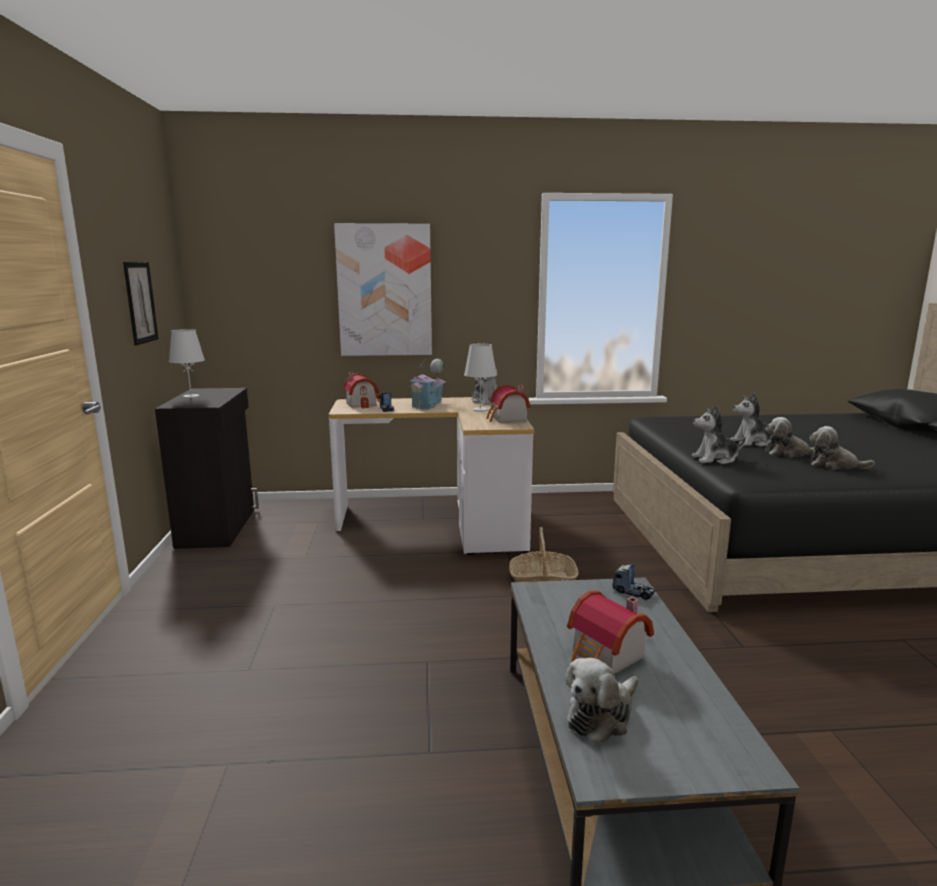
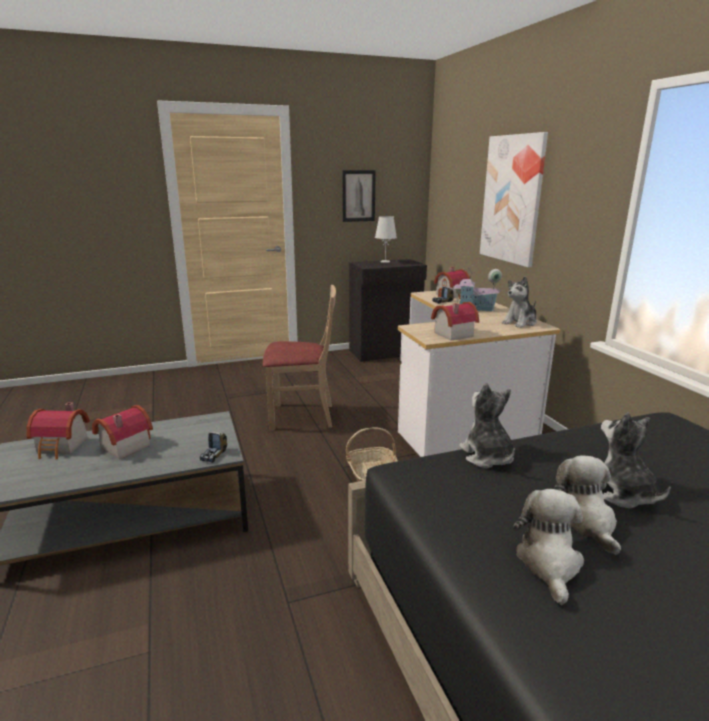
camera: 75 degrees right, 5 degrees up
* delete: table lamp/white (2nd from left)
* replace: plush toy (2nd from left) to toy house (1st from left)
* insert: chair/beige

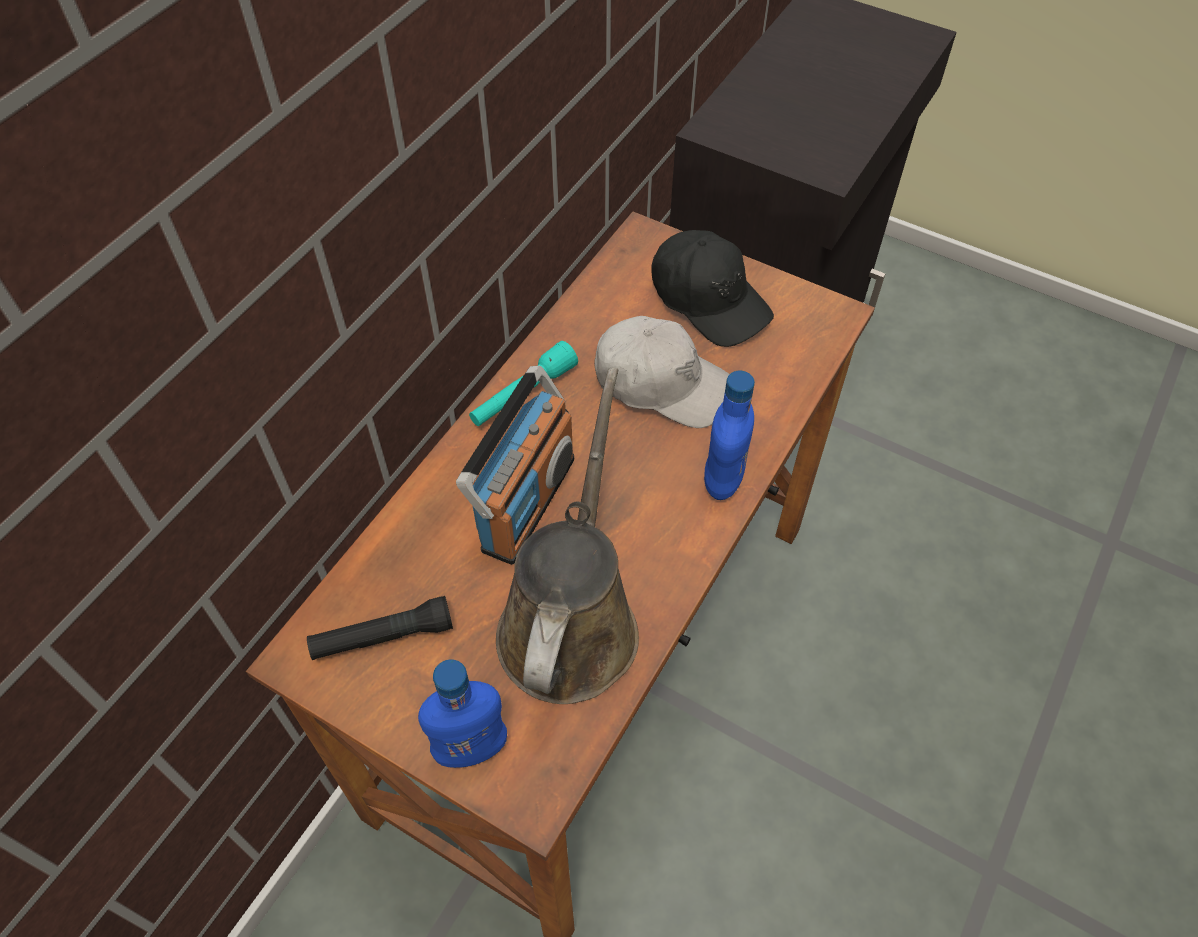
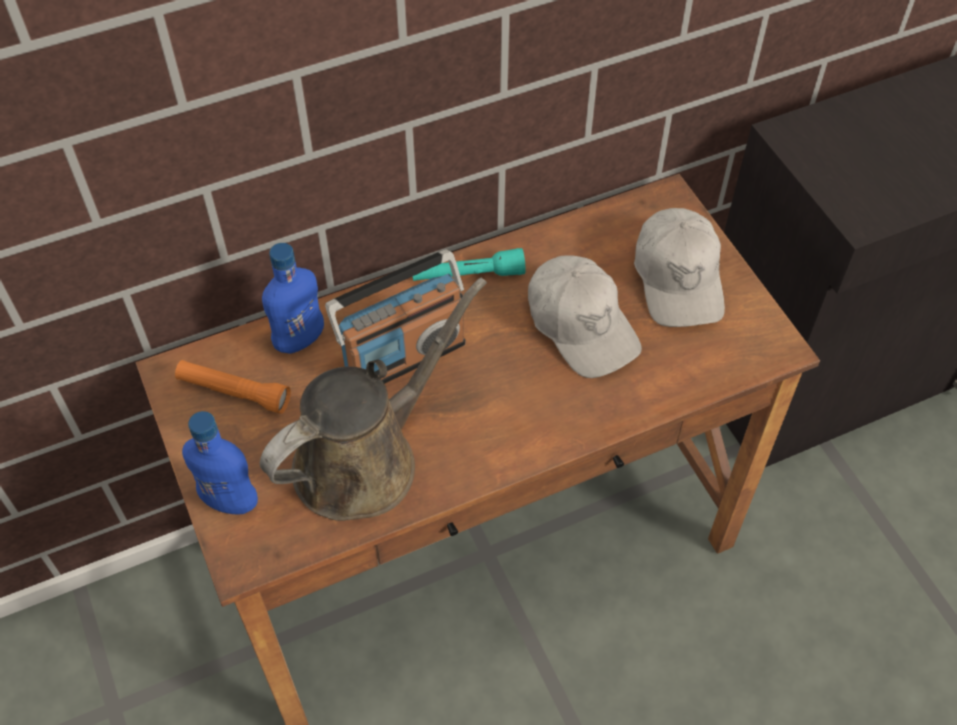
camera: 35 degrees right, 0 degrees up
* recolor: cap/black to cap/white (2nd from left)
* move: bottle/blue (2nd from left)
* recolor: flashlight/black to flashlight/orange

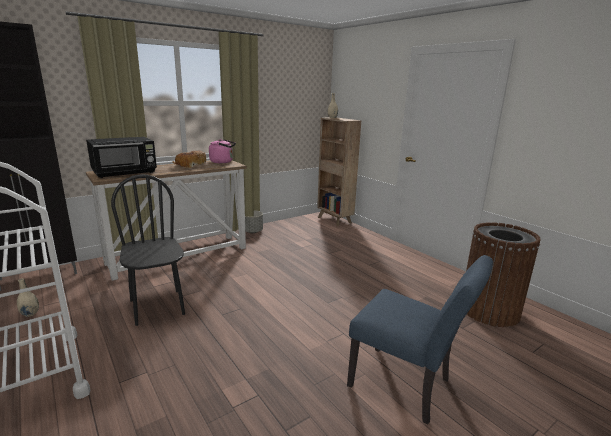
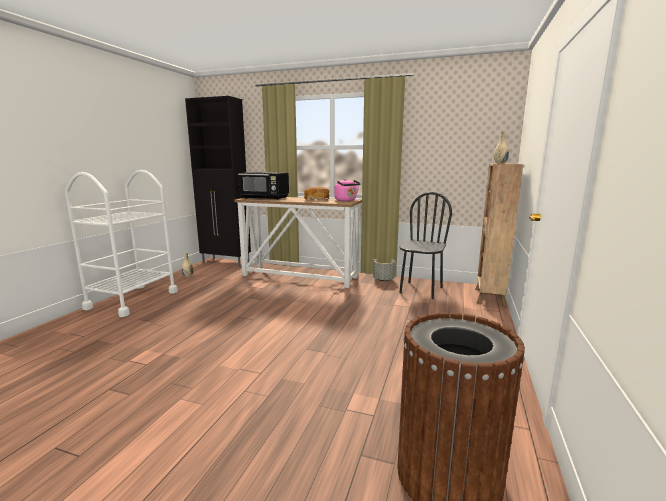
camera: 55 degrees right, 5 degrees down
* move: chair/black
* delete: chair/blue

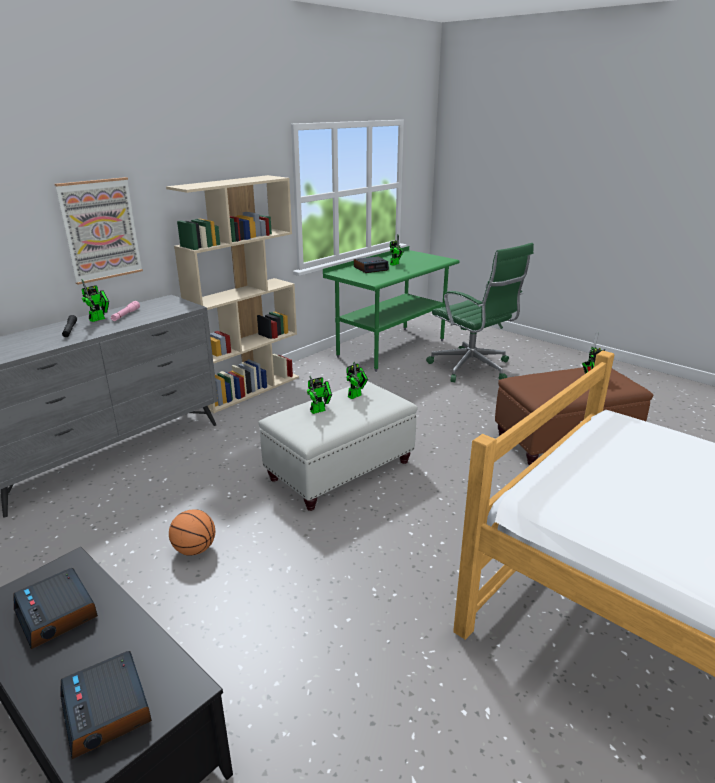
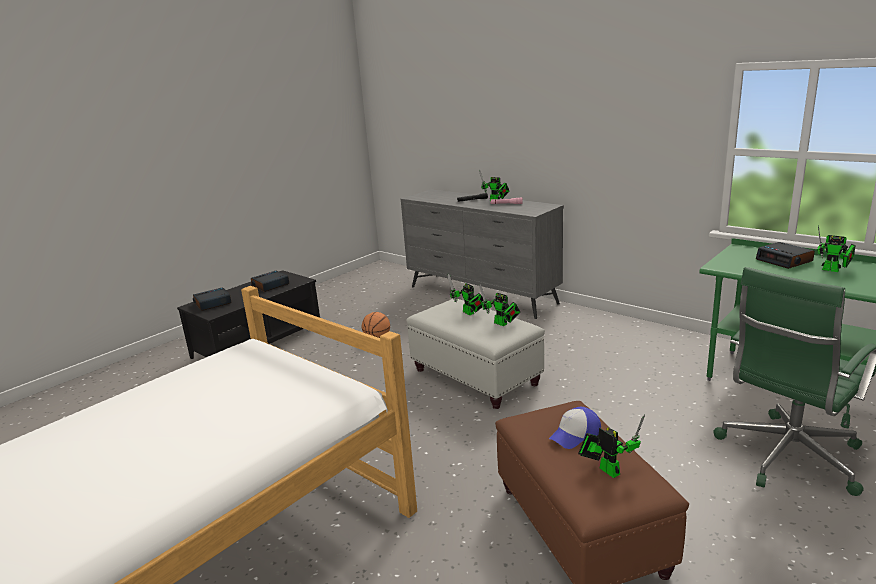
camera: 90 degrees right, 5 degrees down
* delete: bookcase/beige
* delete: picture
* insert: cap

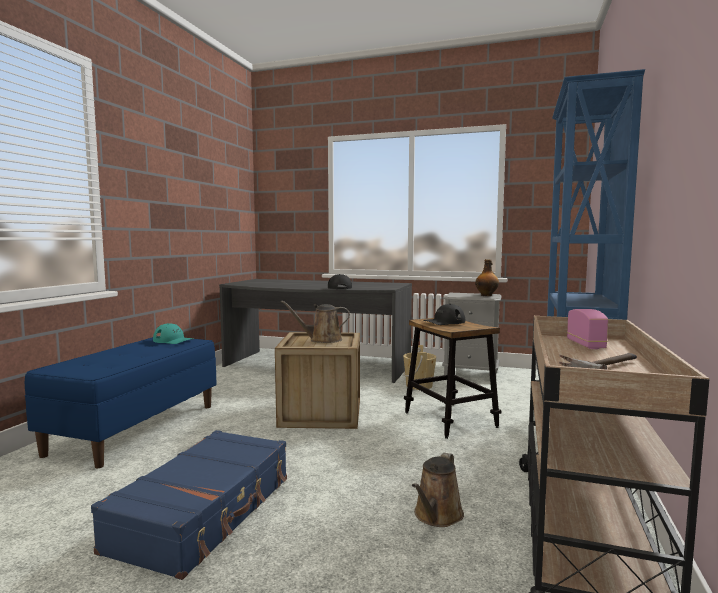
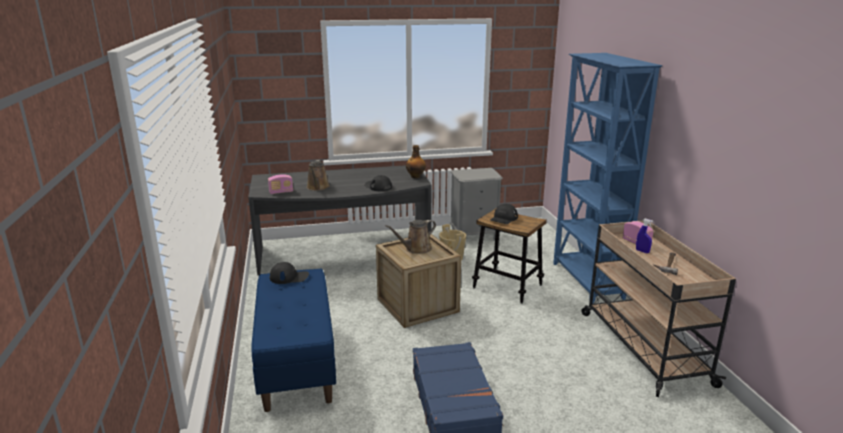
camera: 30 degrees left, 15 degrees up
* move: bottle
* recolor: cap/turquoise to cap/black (1st from left)
* move: watering can/brown (2nd from left in the first image) to watering can/brown (1st from left)
* insert: radio (1st from left)
* insert: spray bottle/blue

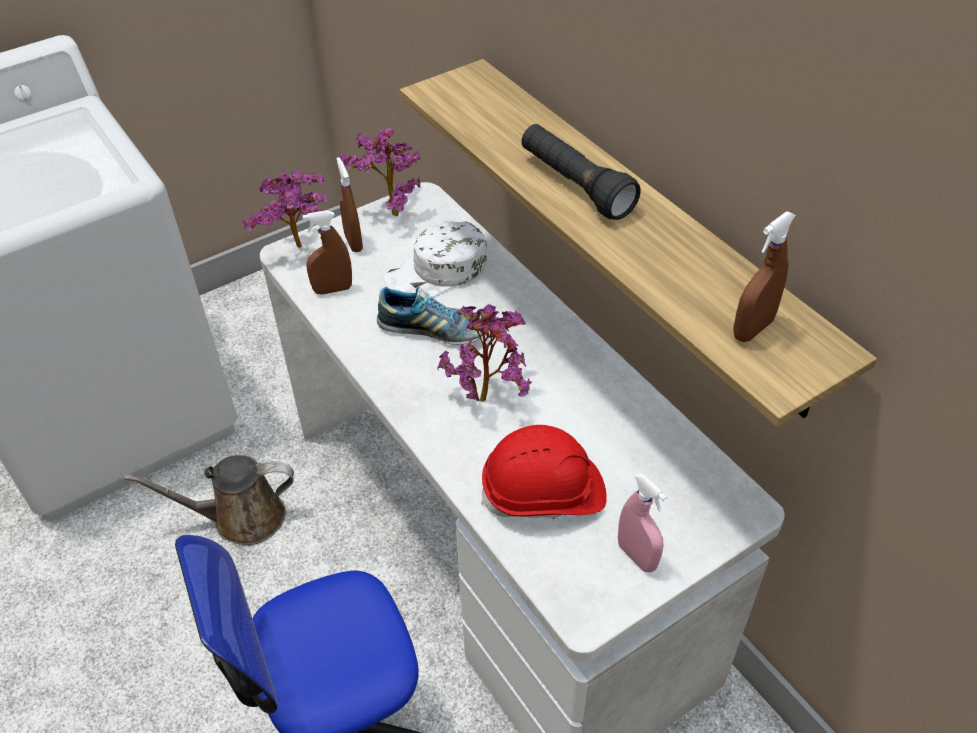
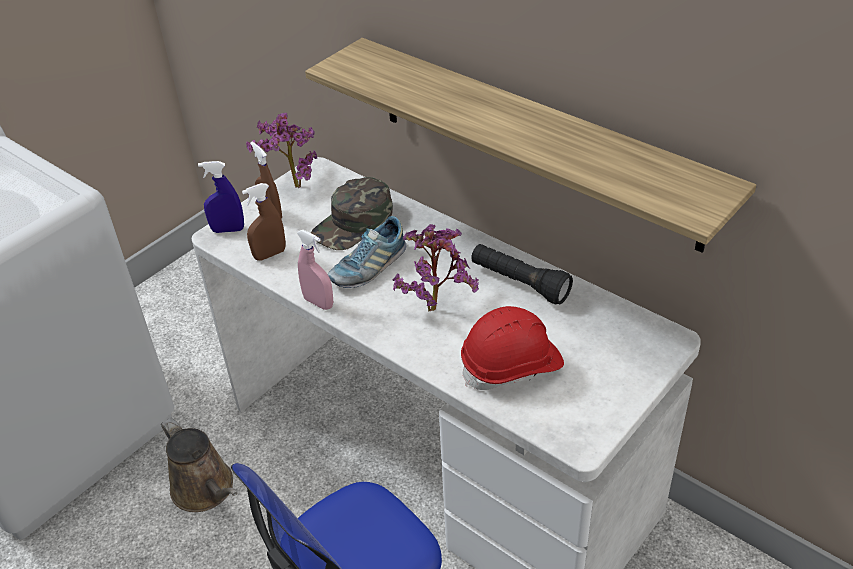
camera: 15 degrees left, 5 degrees down
* move: flashlight/black
* replace: potted plant (1st from left) to spray bottle/blue
* delete: spray bottle/brown (3rd from left)
* recolor: cap/white to cap/green
* rotate: shoe 135 degrees clockwise
* rotate: watering can/brown 105 degrees counterclockwise
* move: spray bottle/pink

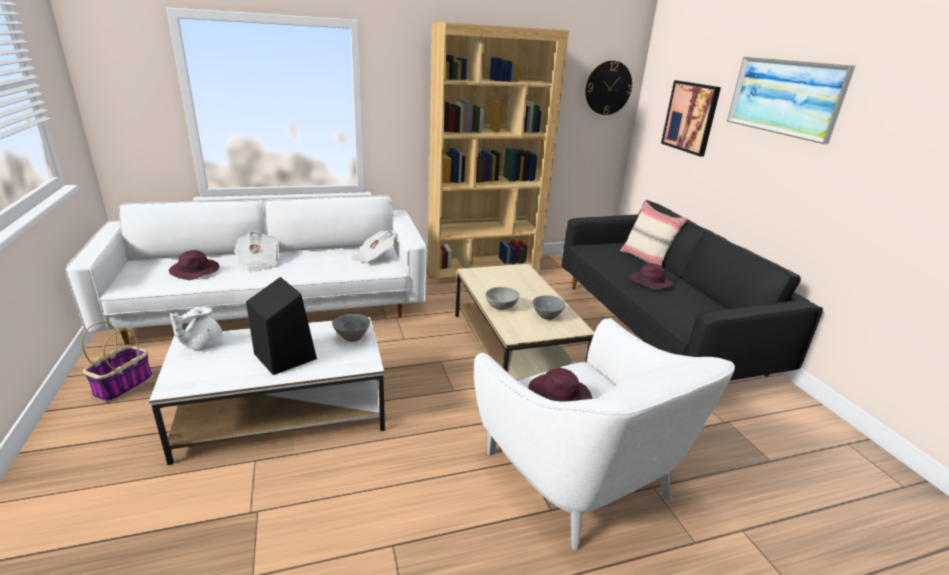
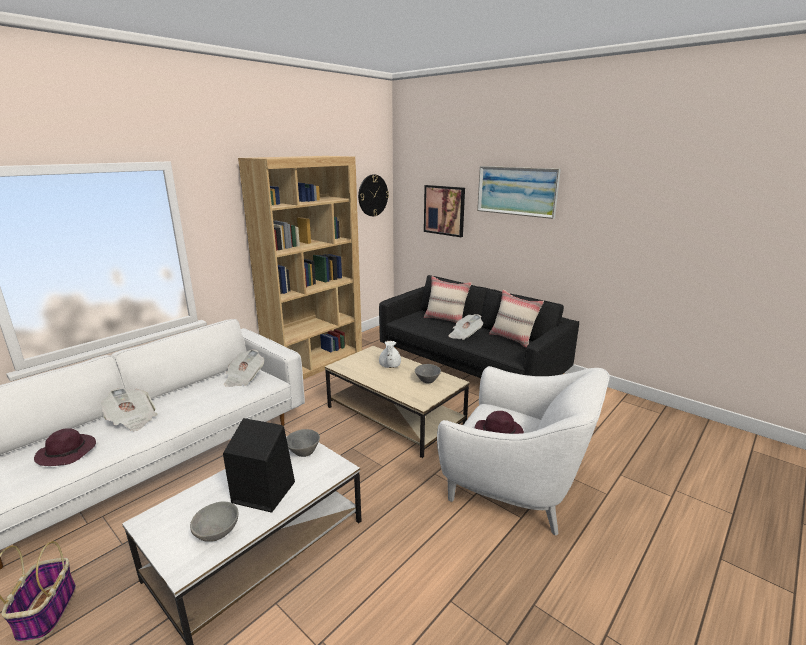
camera: 30 degrees left, 5 degrees down
* replace: hat/purple (3rd from left) to newspaper (3rd from left)
* move: bowl/grey (2nd from left in the first image) to bowl/grey (1st from left)
* move: teapot/white
* insert: pillow/beige (2nd from left)

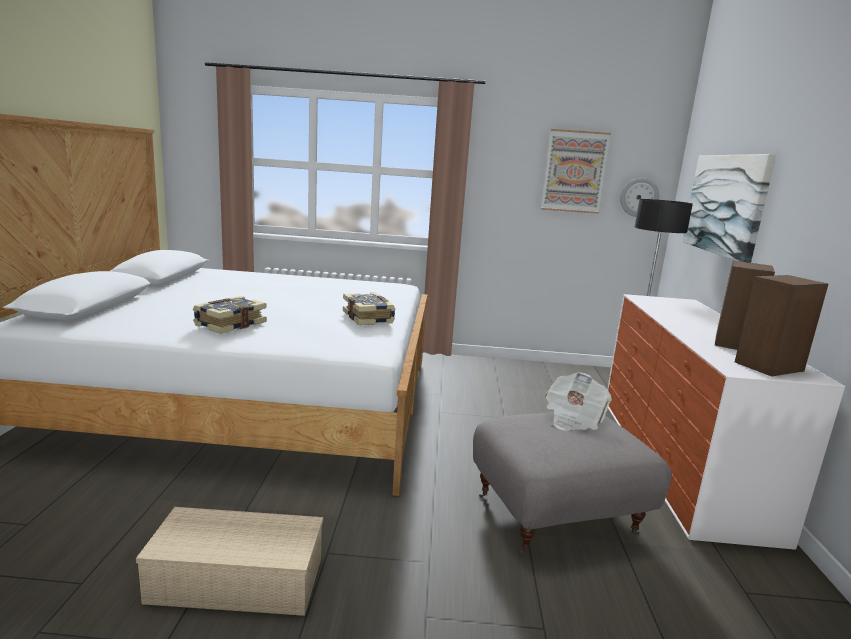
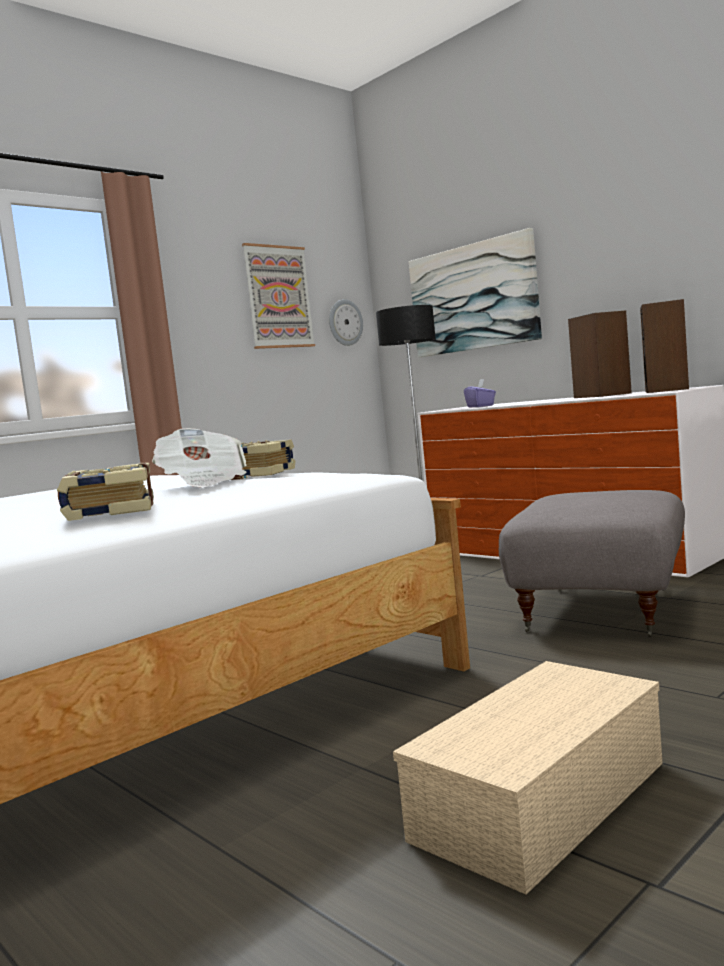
camera: 45 degrees left, 10 degrees down
* move: newspaper
* insert: tissue box/purple

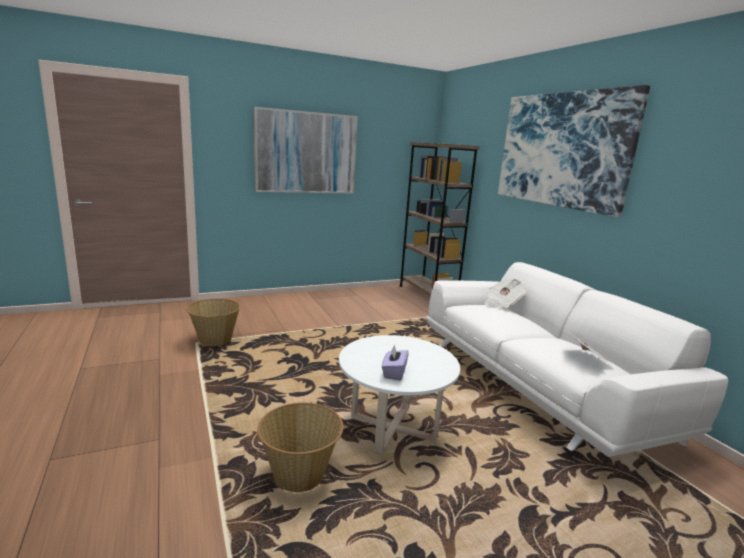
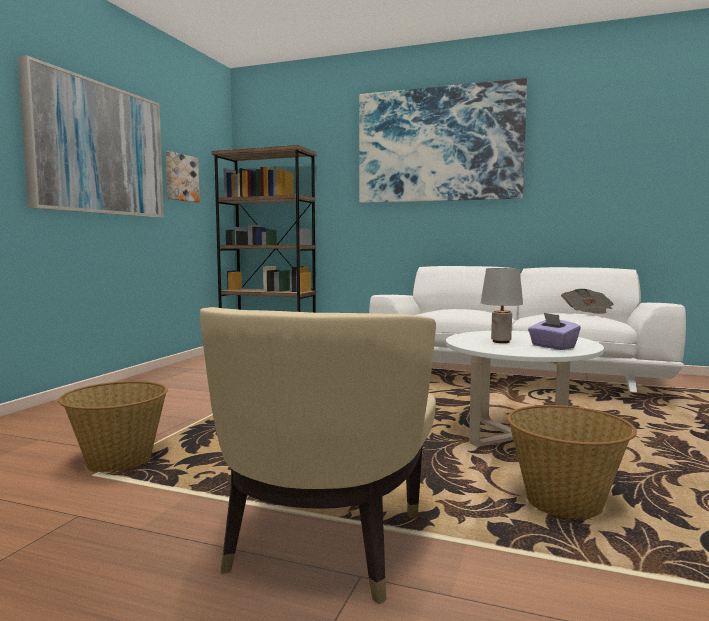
camera: 45 degrees left, 10 degrees down
* delete: newspaper (1st from left)
* insert: picture (2nd from left)
* insert: table lamp/grey
* insert: armchair/beige

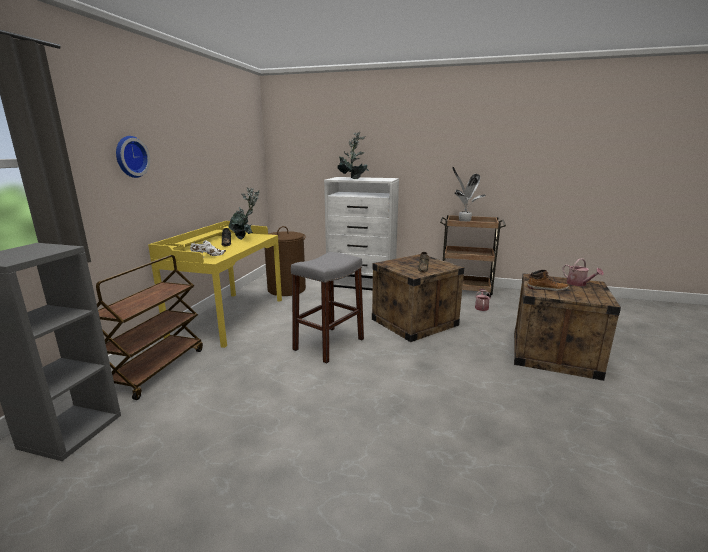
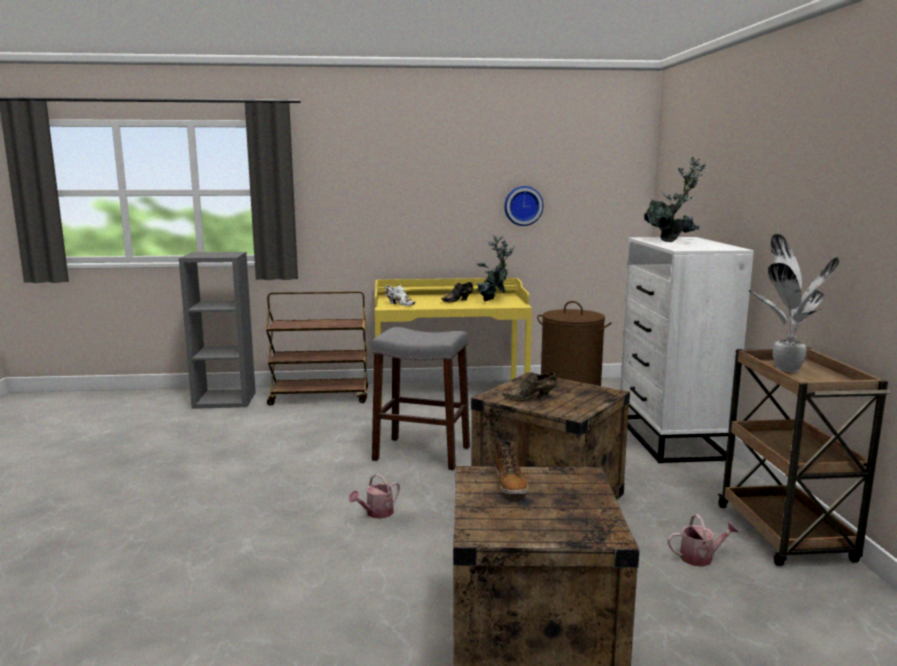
camera: 70 degrees right, 5 degrees down
* move: wall clock
* move: watering can (2nd from left in the first image) to watering can (1st from left)

